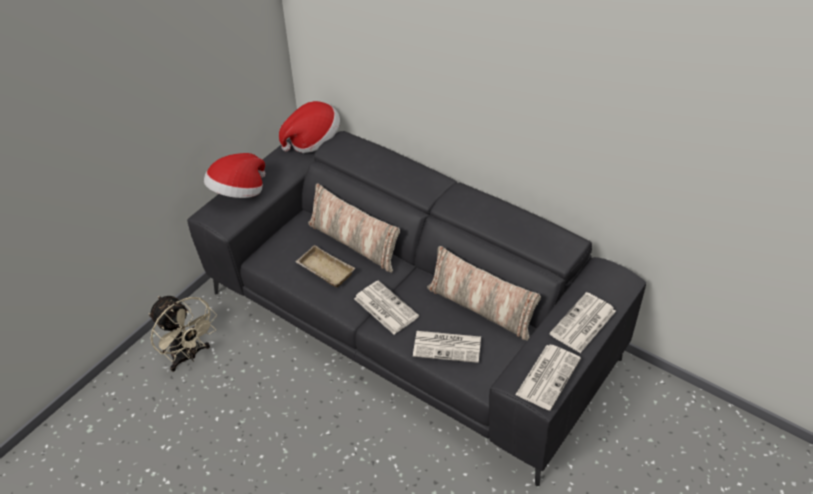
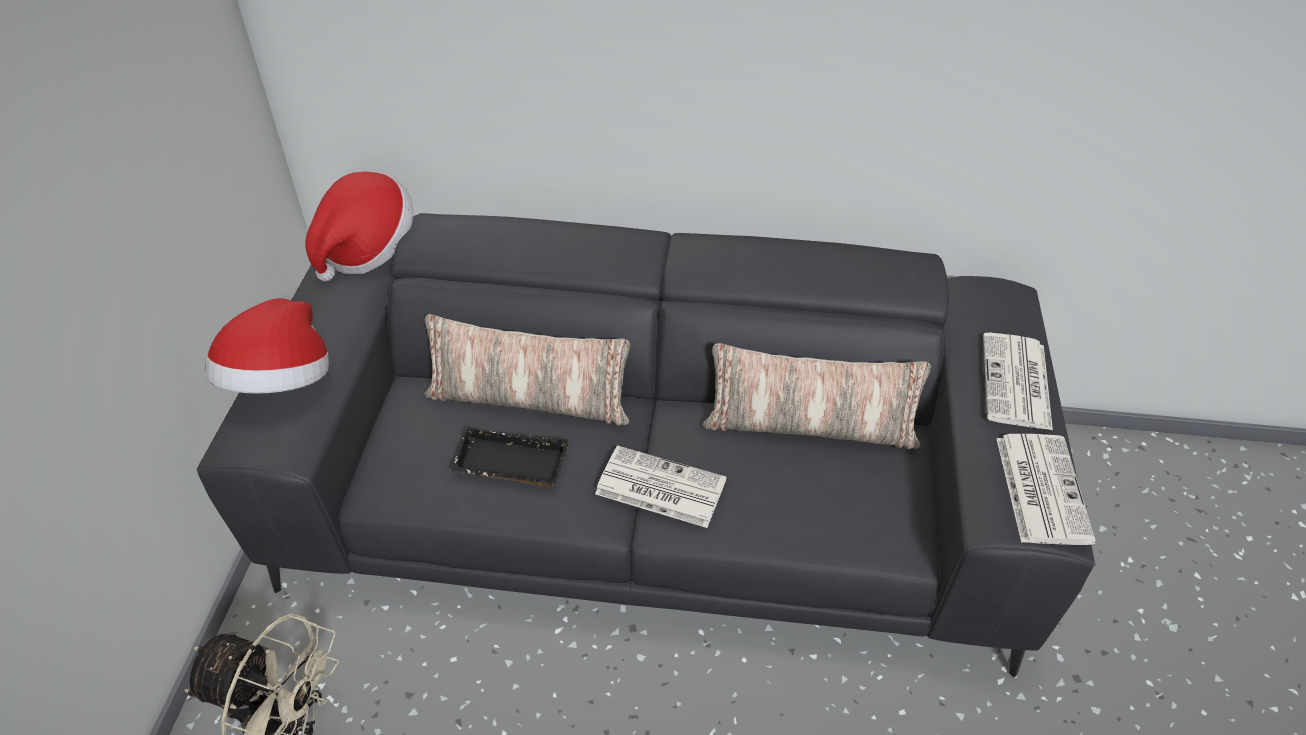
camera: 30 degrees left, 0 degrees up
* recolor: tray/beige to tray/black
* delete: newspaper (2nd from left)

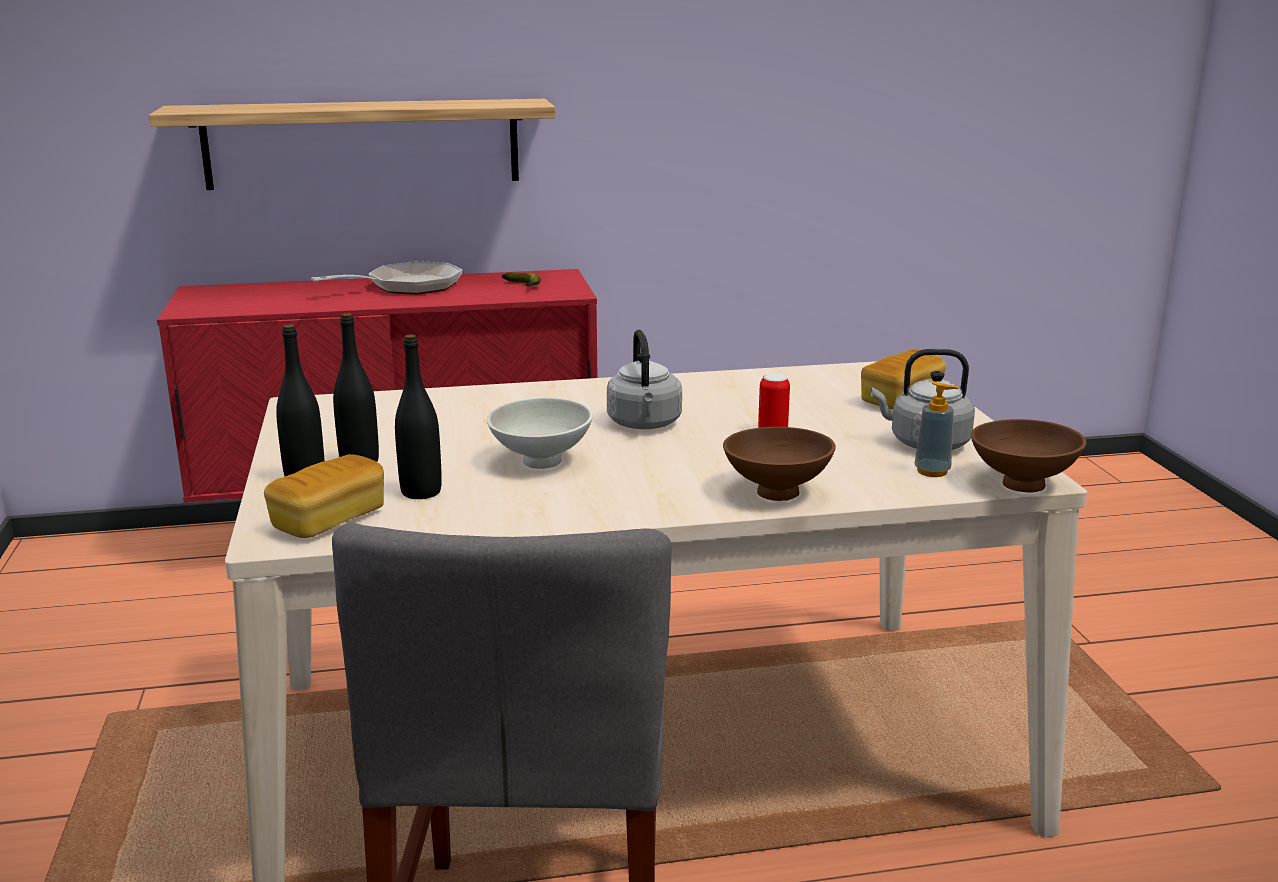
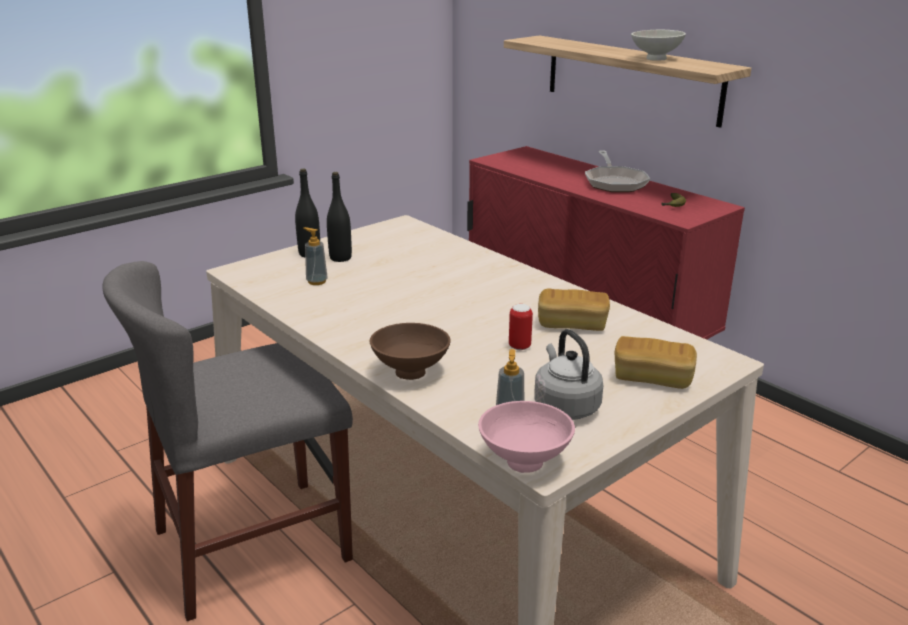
camera: 60 degrees right, 5 degrees up
* rotate: frying pan 60 degrees clockwise
* delete: kettle/grey (1st from left)
* replace: bottle/black (3rd from left) to soap dispenser (1st from left)
* move: bowl/white
* recolor: bowl/brown (2nd from left) to bowl/pink
* move: bread (1st from left)

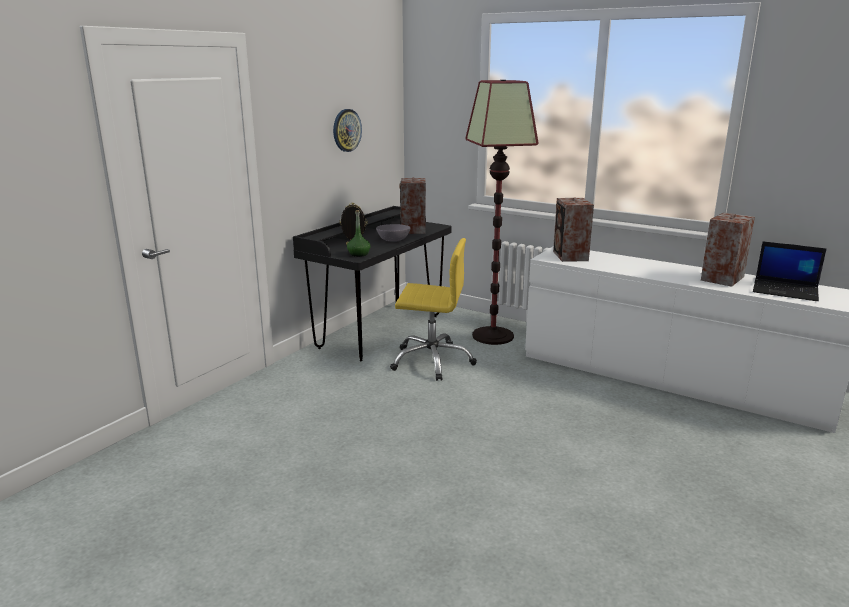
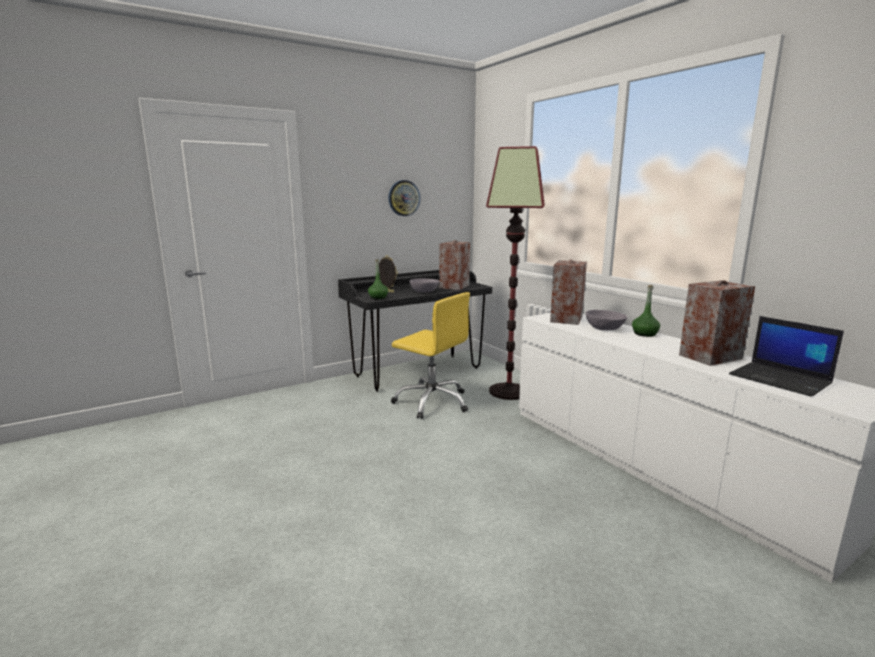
camera: 25 degrees right, 5 degrees down
* insert: bottle/green (2nd from left)
* insert: bowl/grey (2nd from left)

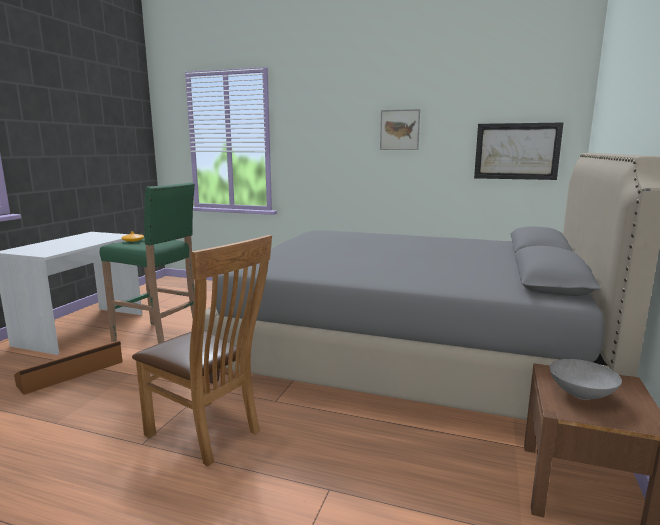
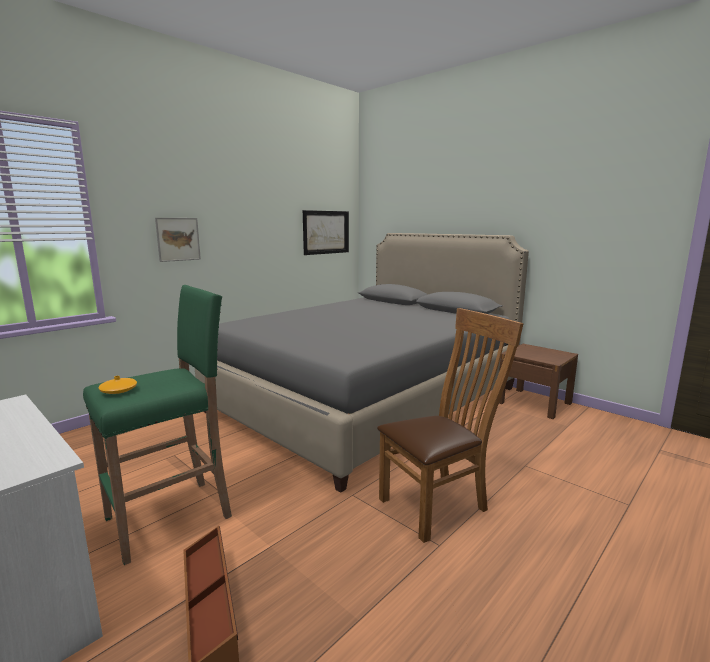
camera: 65 degrees left, 0 degrees up
* move: picture (1st from left)
* delete: bowl/grey

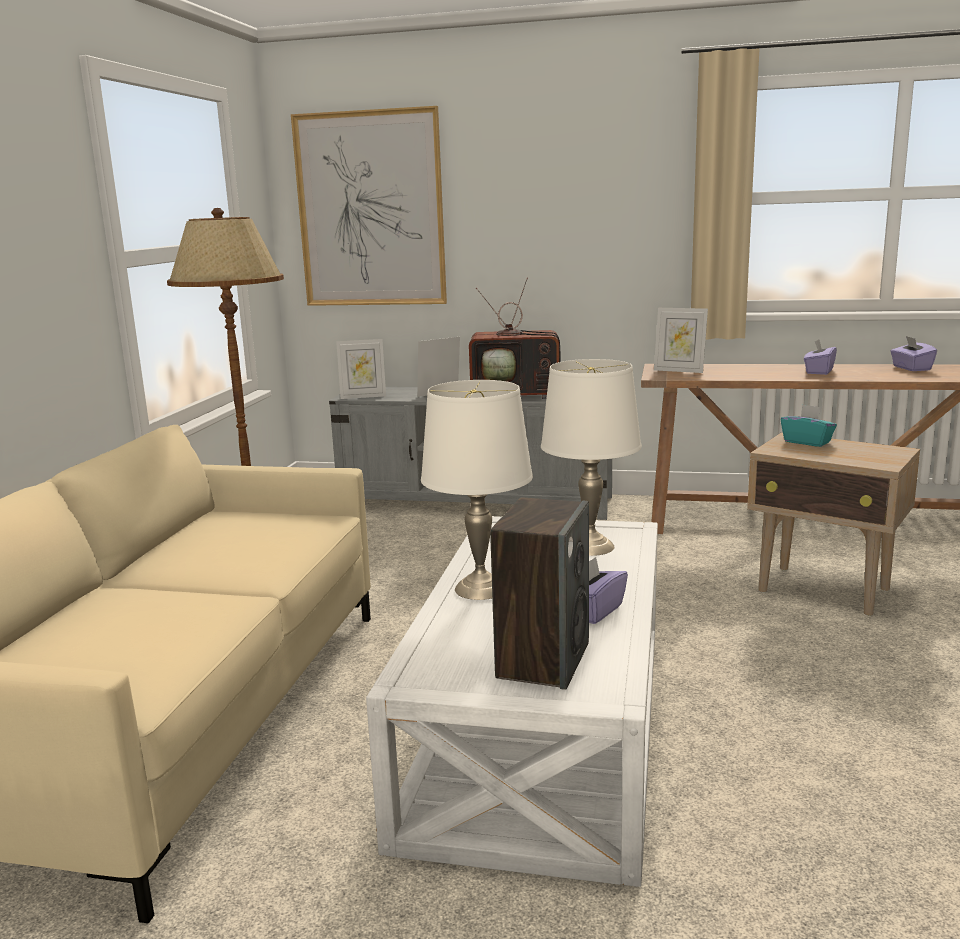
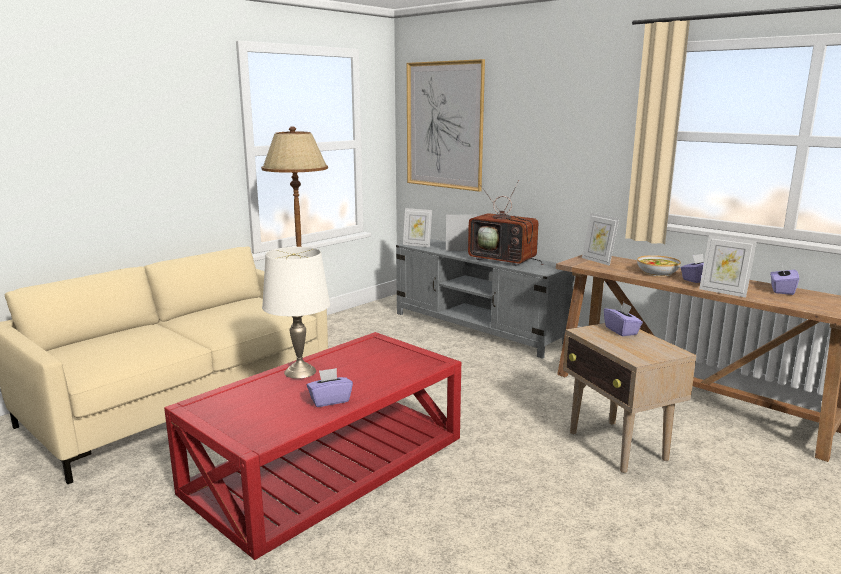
camera: 30 degrees right, 0 degrees up
* delete: table lamp/white (2nd from left)
* recolor: tissue box/turquoise to tissue box/purple (2nd from left)
* delete: speaker
* recolor: coffee table/white to coffee table/red
* insert: picture frame (4th from left)
* insert: bowl

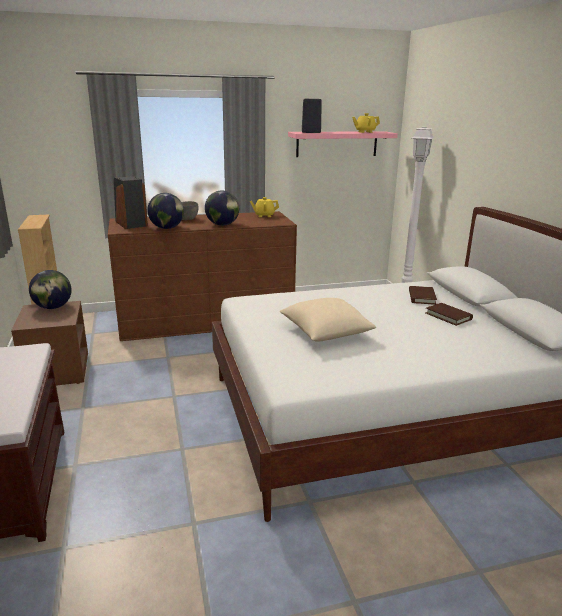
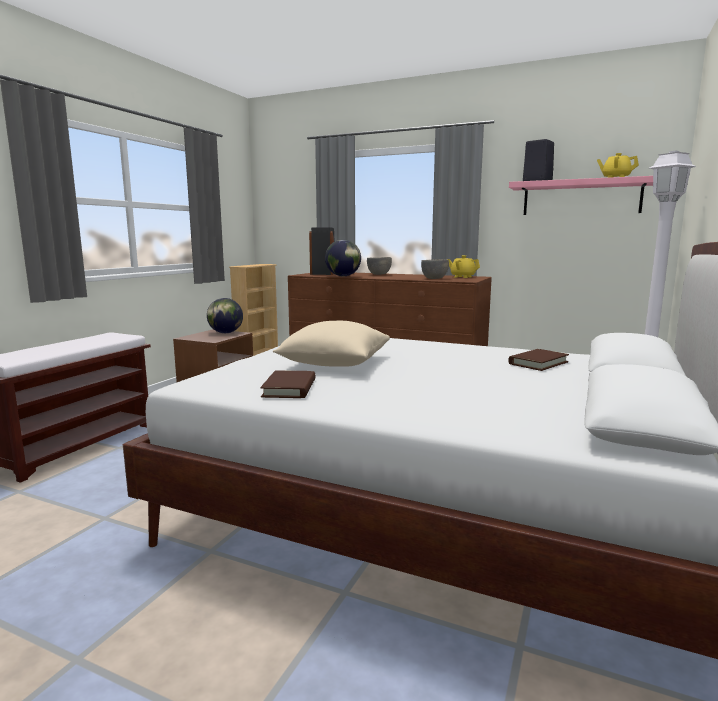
camera: 40 degrees right, 10 degrees down
* delete: globe (3rd from left)
* move: book/brown (2nd from left in the first image) to book/brown (1st from left)
* insert: bowl/grey (2nd from left)

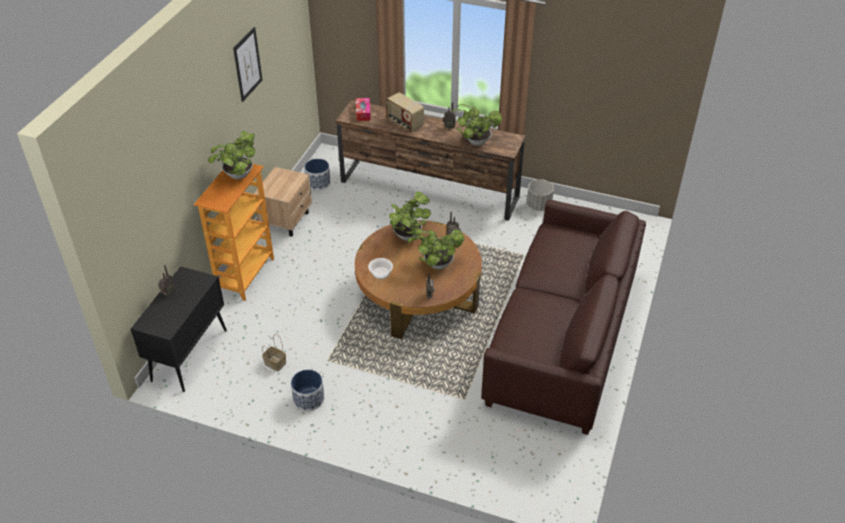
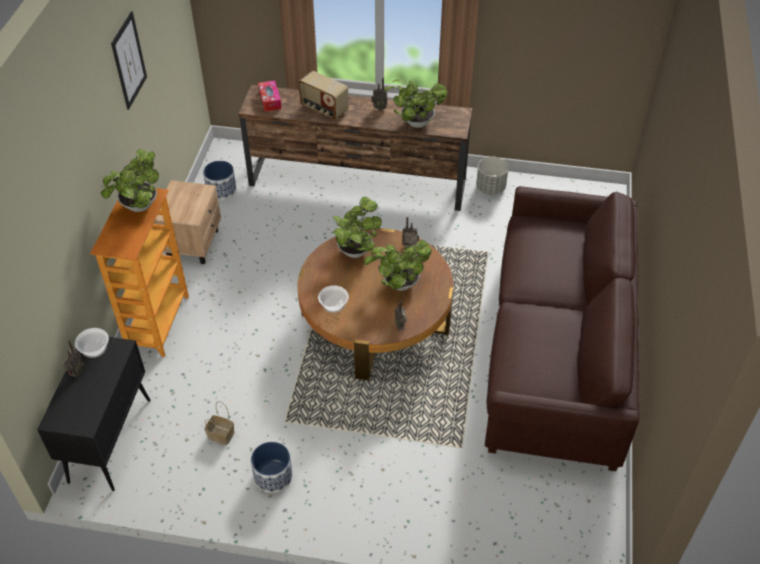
camera: 10 degrees left, 5 degrees up
* insert: bowl (1st from left)

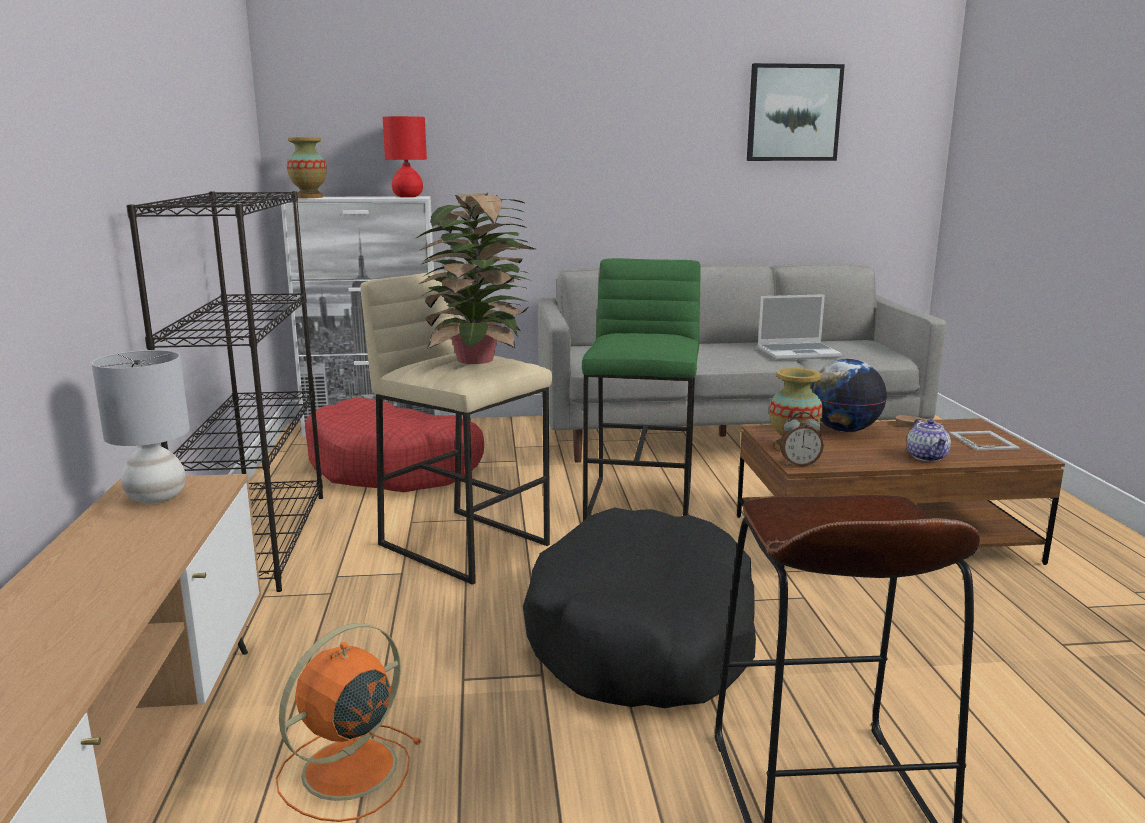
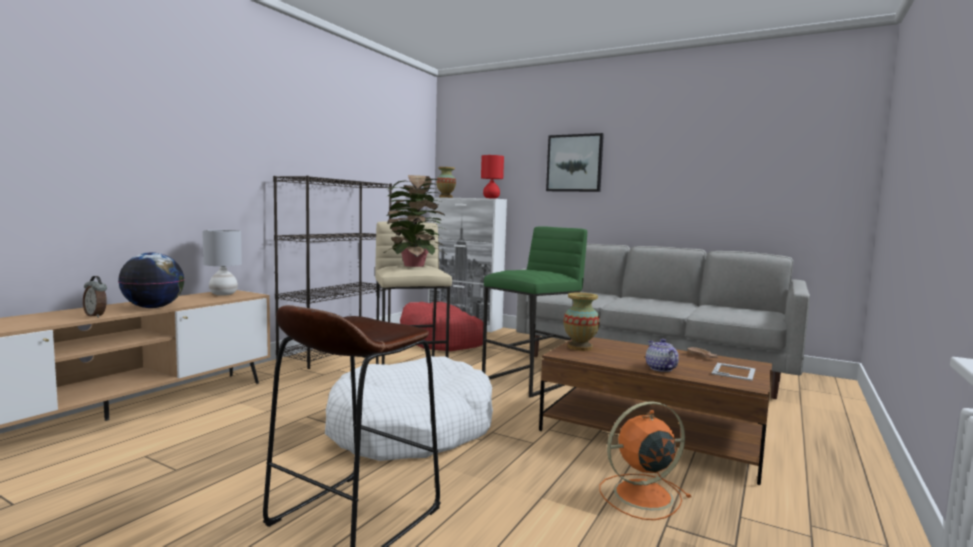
camera: 35 degrees right, 10 degrees down
* move: picture
* delete: laptop
* move: globe
* move: alarm clock
* rotate: teapot 135 degrees clockwise
* recolor: dog bed/black to dog bed/white
* move: fan/orange

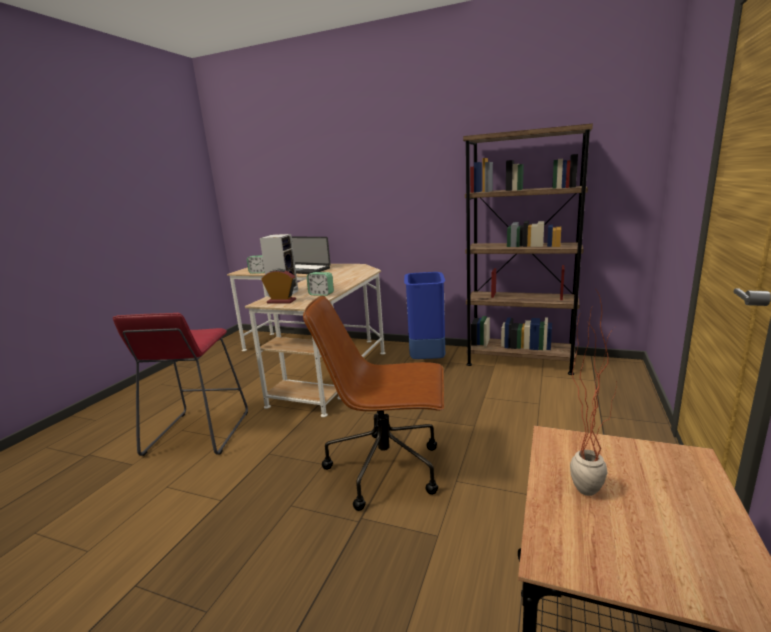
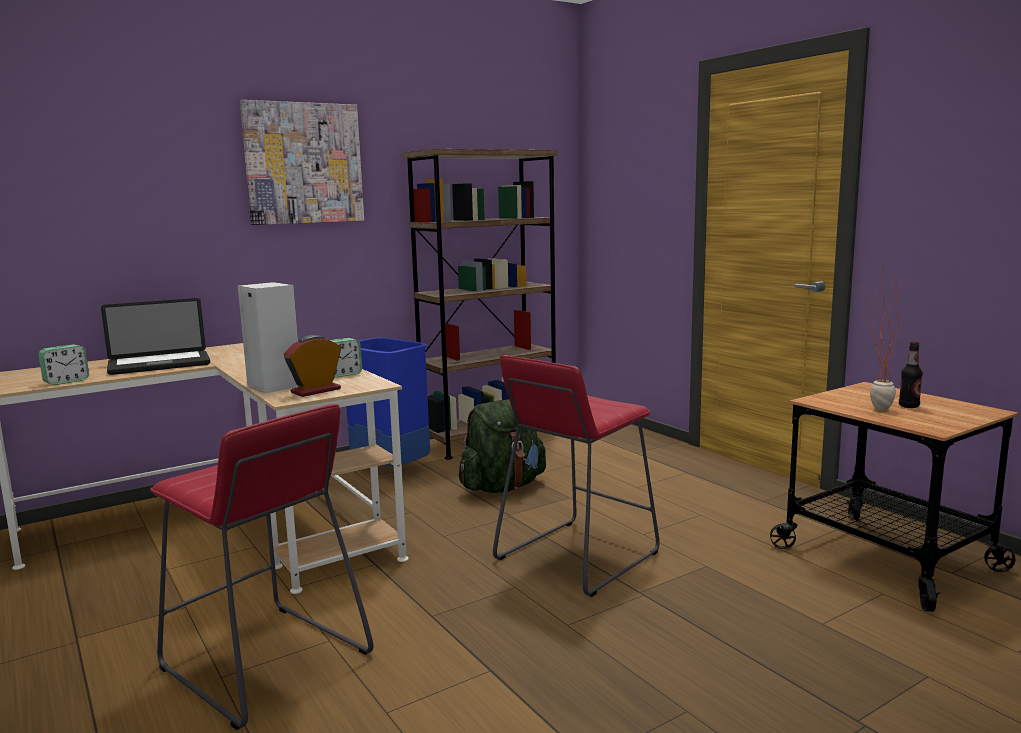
camera: 55 degrees left, 5 degrees down
* replace: office chair/brown to stool/red (2nd from left)
* insert: picture
* insert: bottle
* insert: backpack/green

